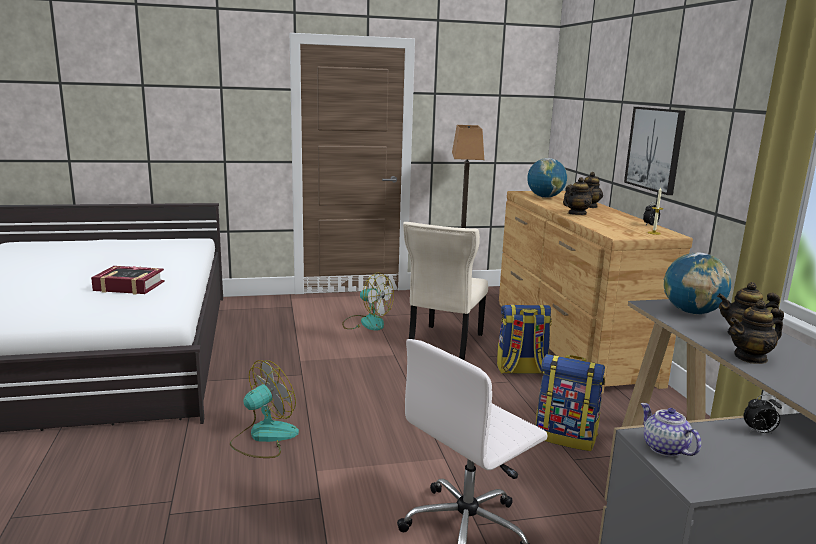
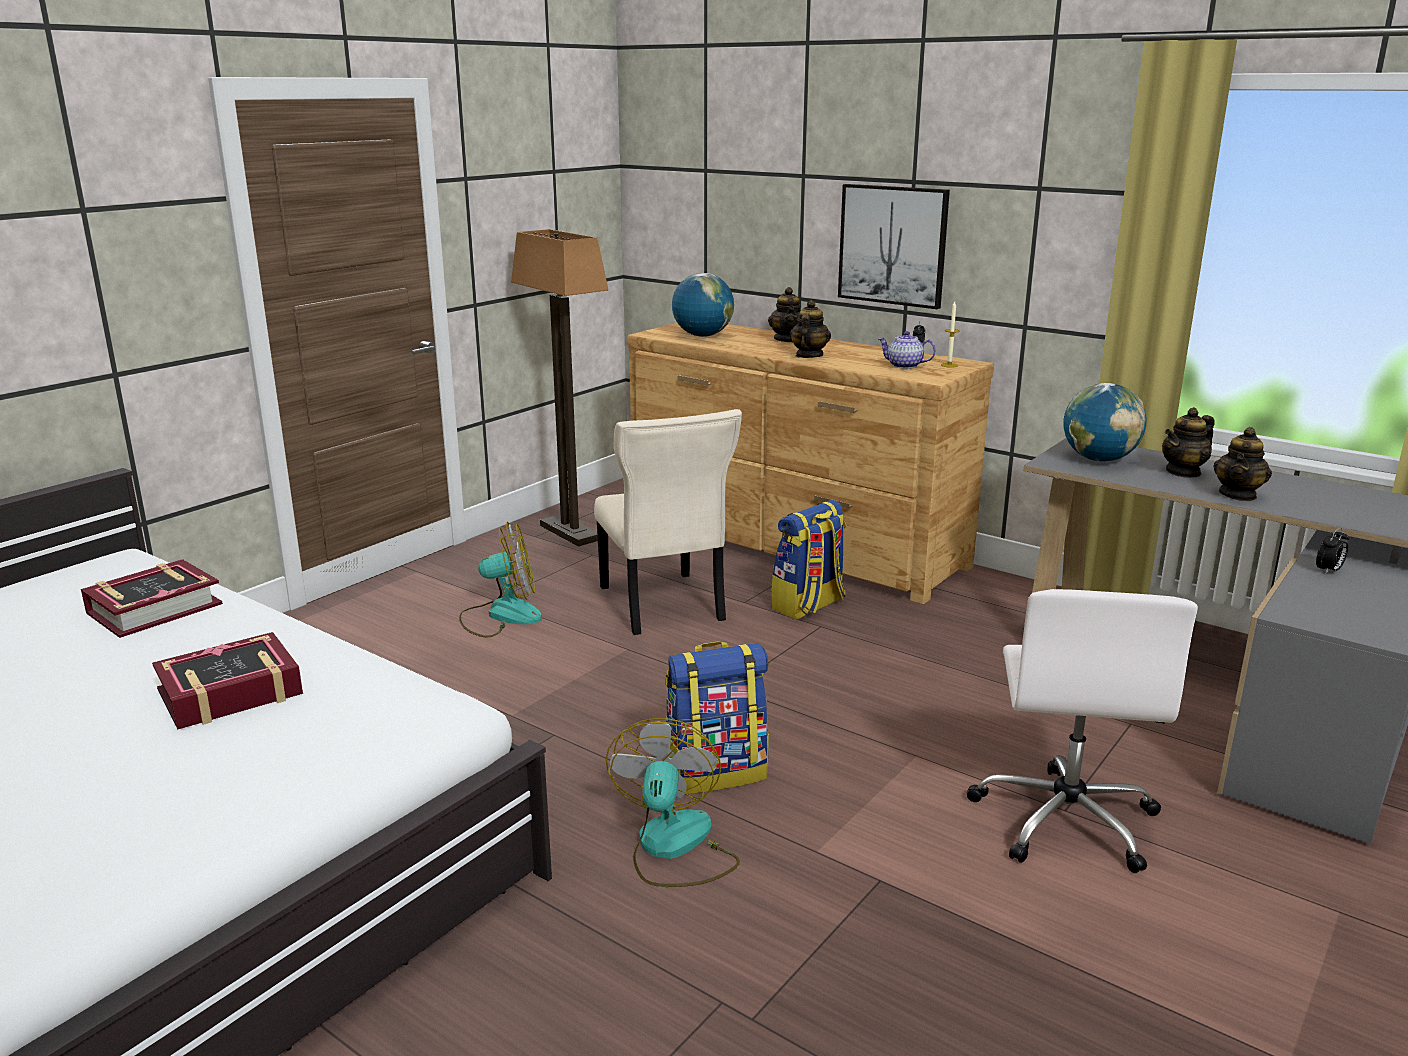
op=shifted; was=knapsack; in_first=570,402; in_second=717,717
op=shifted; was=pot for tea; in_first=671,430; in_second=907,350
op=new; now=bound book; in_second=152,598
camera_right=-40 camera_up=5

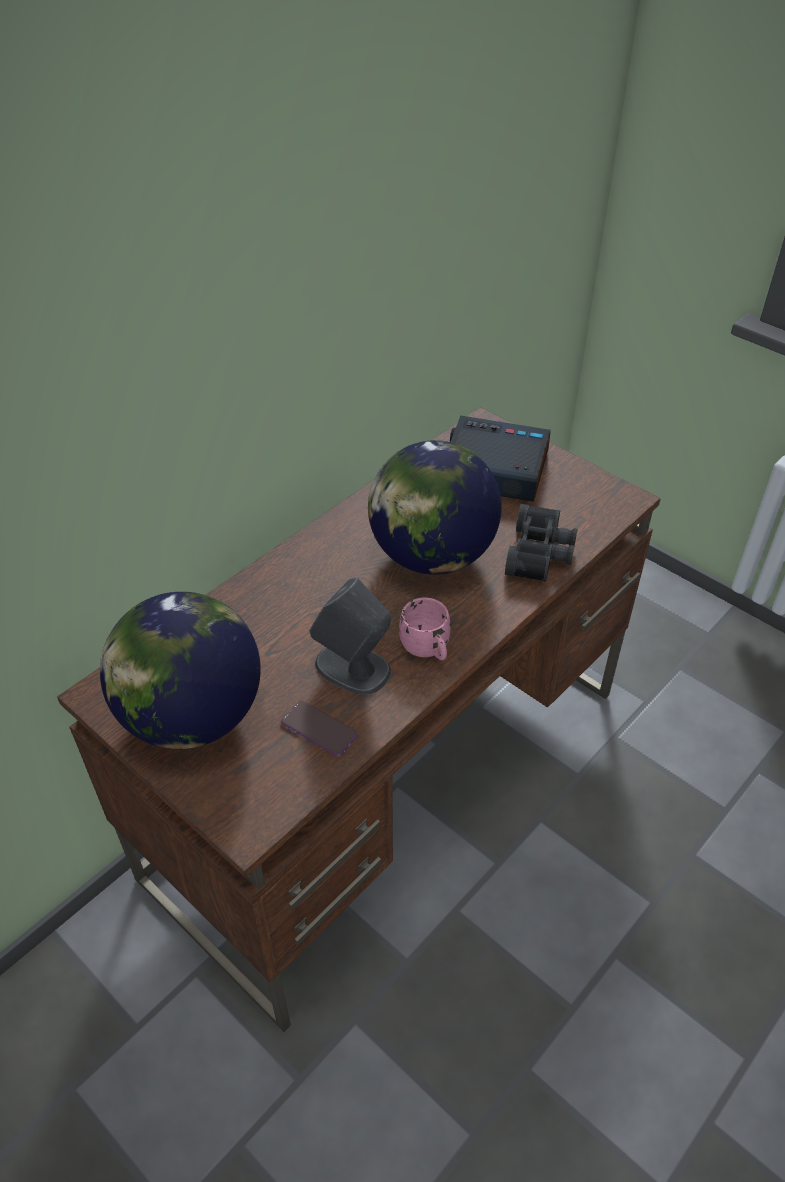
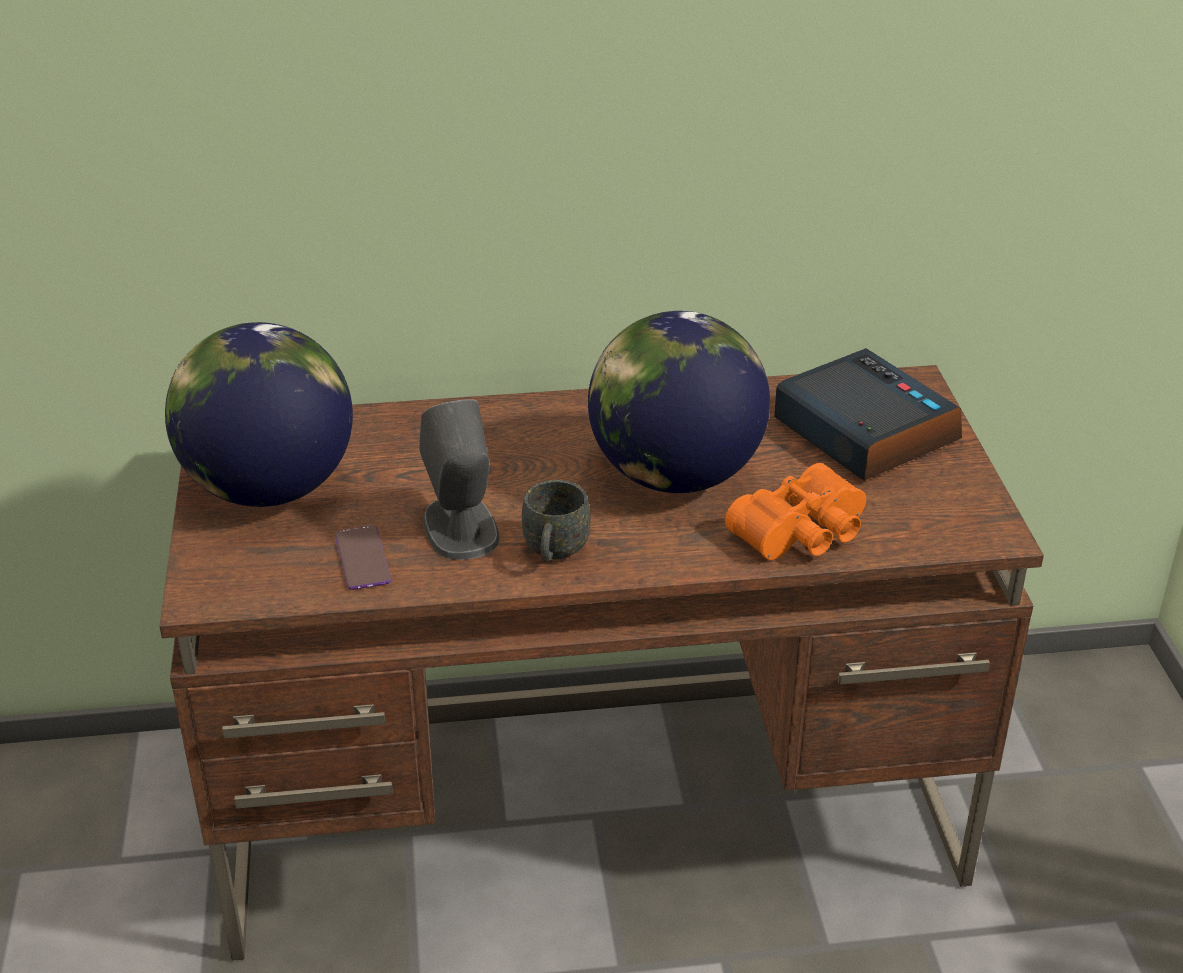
op=repainted; was=tea mug in pinkish; now=tea mug in grey; in_first=425,629; in_second=556,521
op=repainted; was=field glasses in black; now=field glasses in orange-coloured; in_first=541,543; in_second=795,511
camera_right=40 camera_up=-10

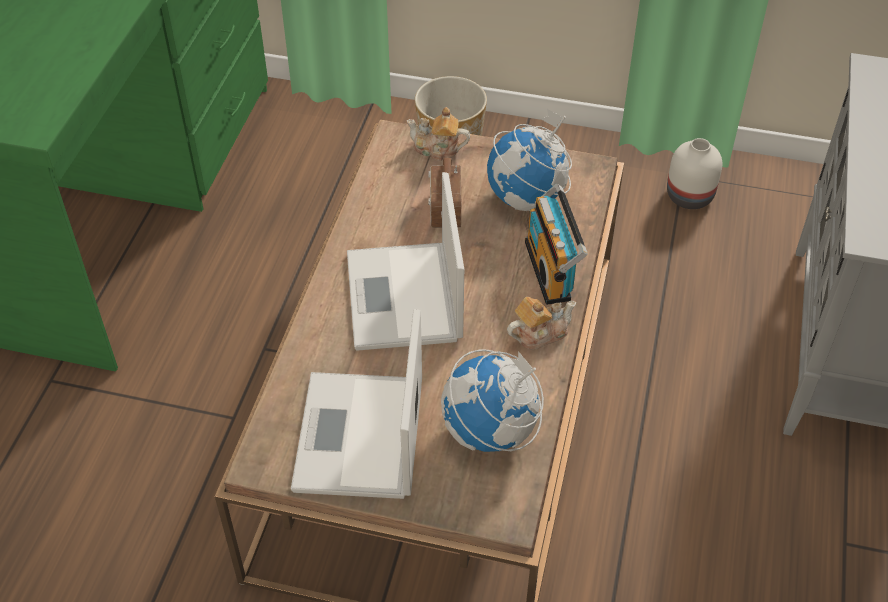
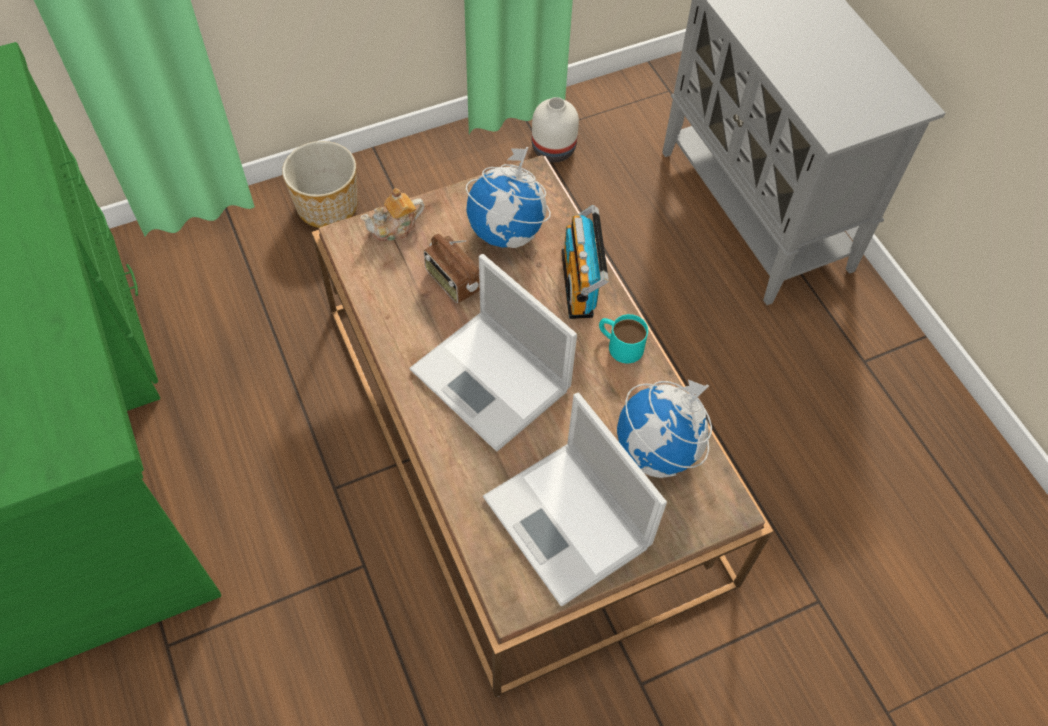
op=swapped; was=pot for tea; now=tea mug in turquoise; in_first=541,323; in_second=623,338
op=rotated; was=radio set; in_first=556,244; in_second=585,262; clockwise=45
camera_right=-40 camera_up=10

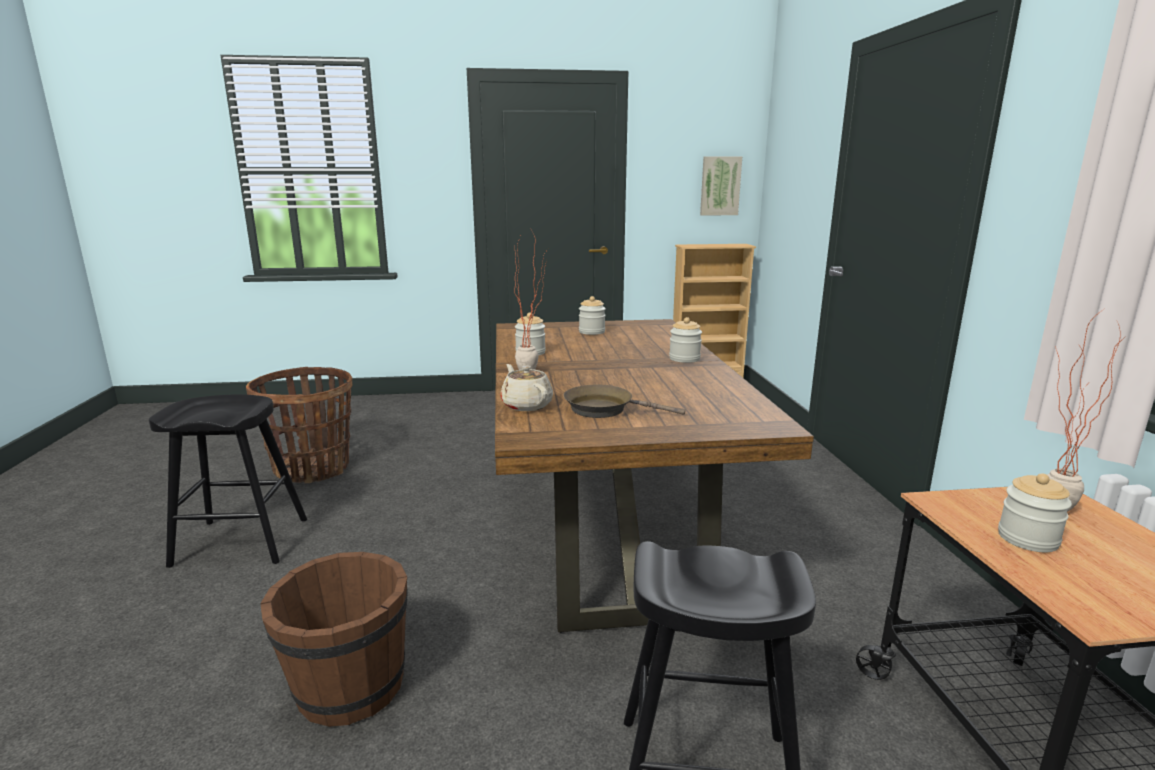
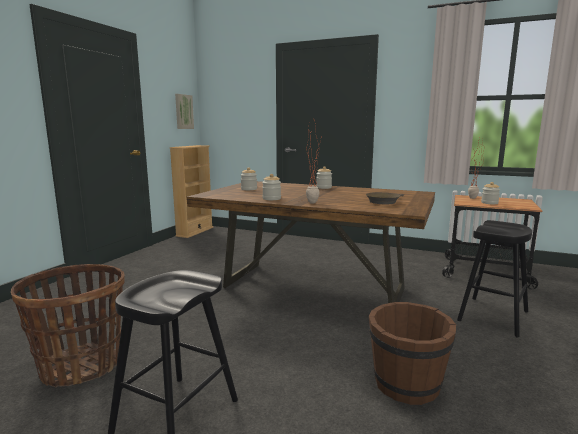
op=gone; was=pot for tea in beige-coloured; in_first=526,387
camera_right=-60 camera_up=-5

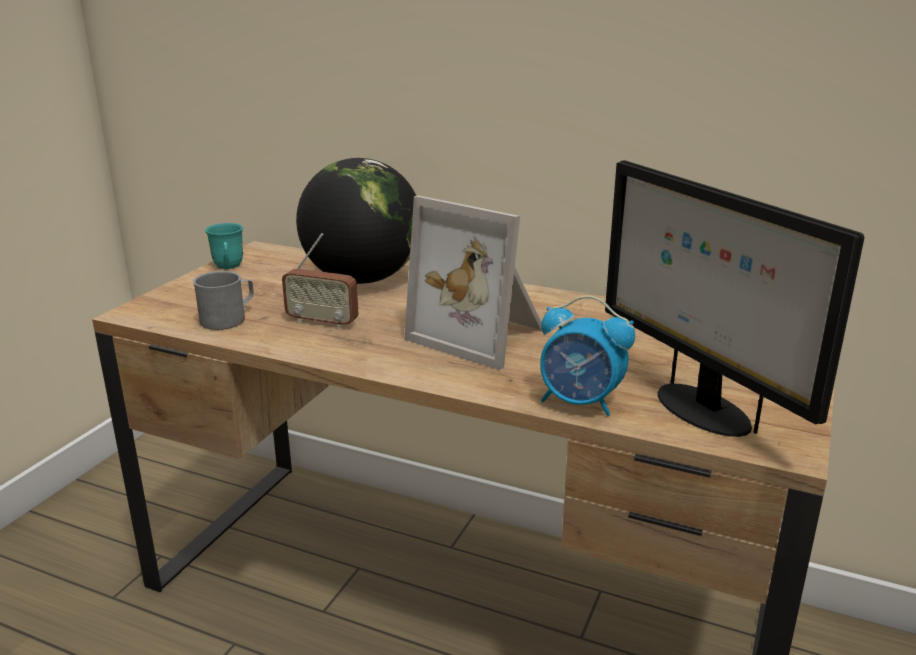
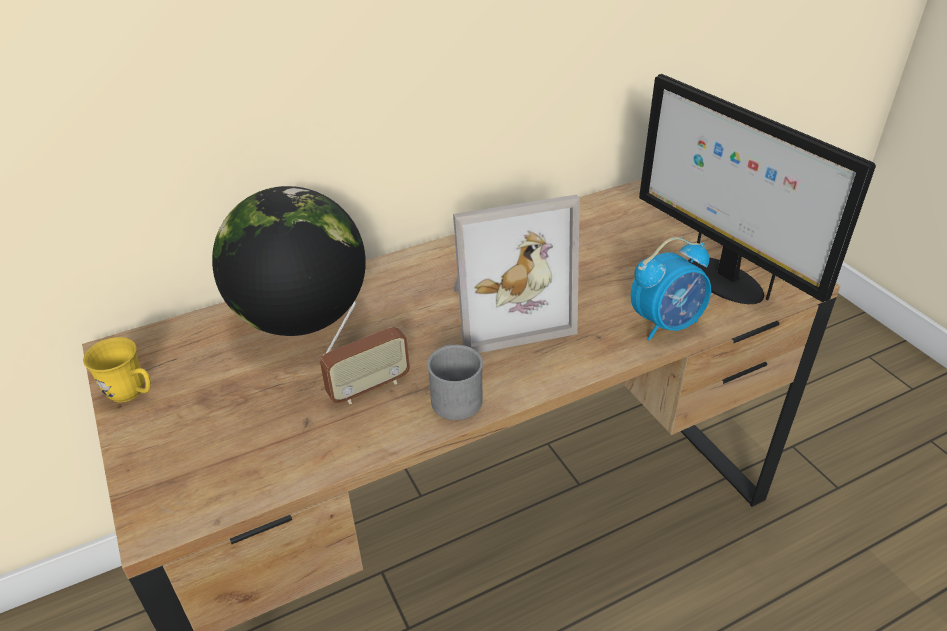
op=shifted; was=tea mug in grey; in_first=223,300; in_second=455,382
op=repainted; was=tea mug in turquoise; now=tea mug in yellowish; in_first=224,246; in_second=117,369
op=rotated; was=computer screen; in_first=734,298; in_second=757,189; clockwise=45
camera_right=-50 camera_up=15

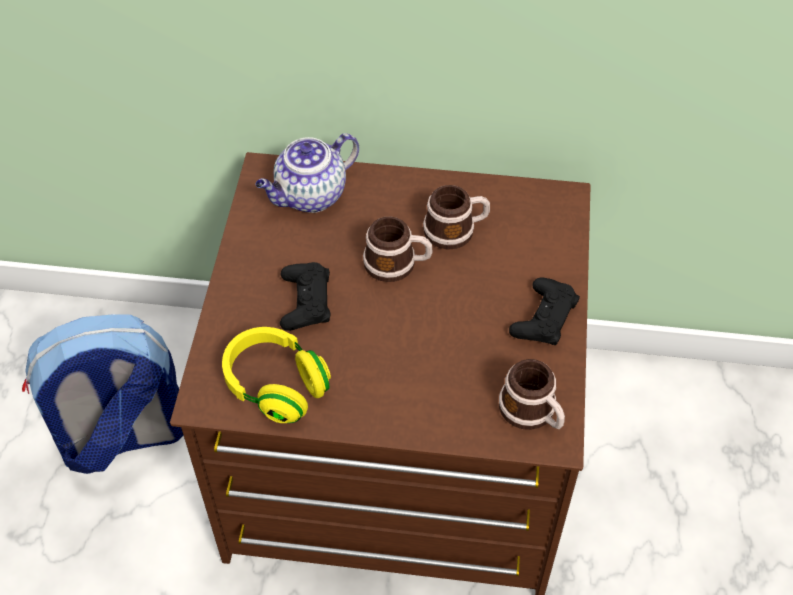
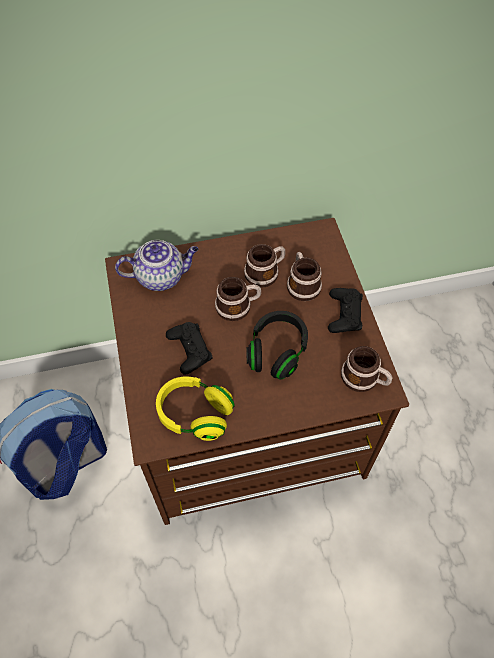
op=rotated; was=pot for tea; in_first=307,173; in_second=157,265; clockwise=-135
op=new; now=headphones in black; in_second=277,345
op=new; now=tea mug; in_second=304,276
camera_right=-20 camera_up=5

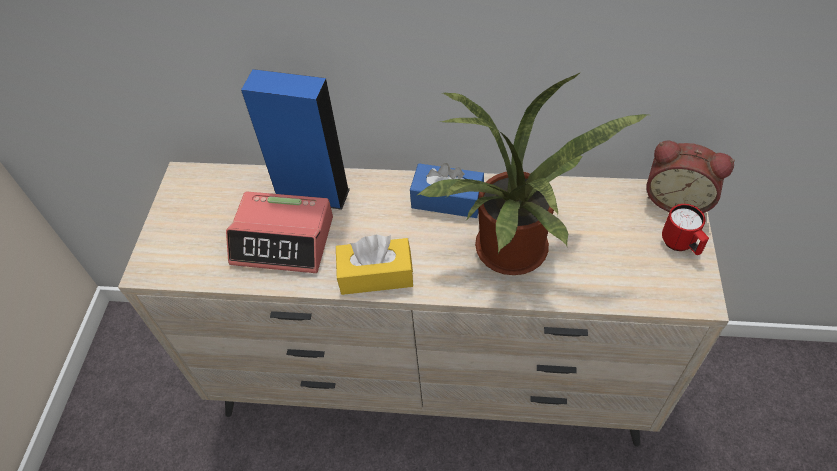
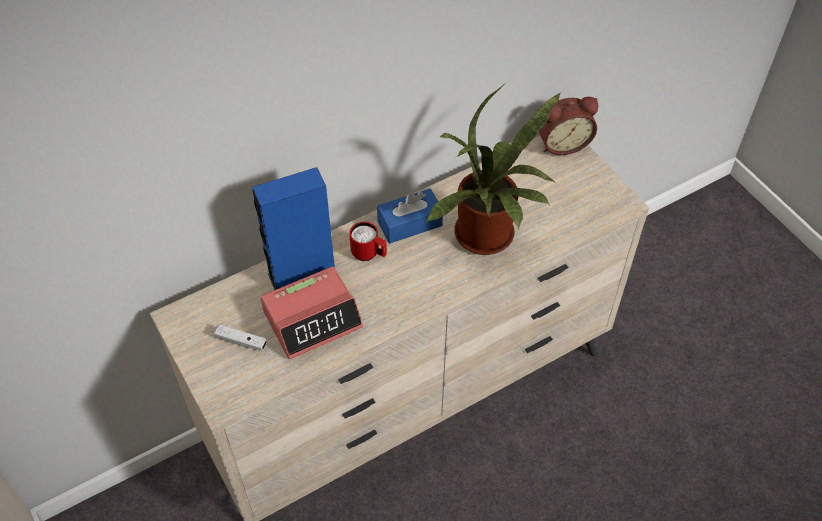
op=gone; was=box of tissues in yellowish; in_first=374,265
op=shifted; was=tea mug in red-coloured; in_first=685,229; in_second=368,241
op=new; now=gamepad in whitish; in_second=240,337
camera_right=-40 camera_up=0

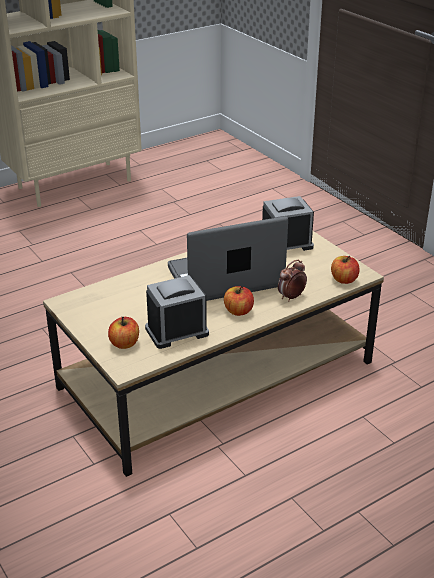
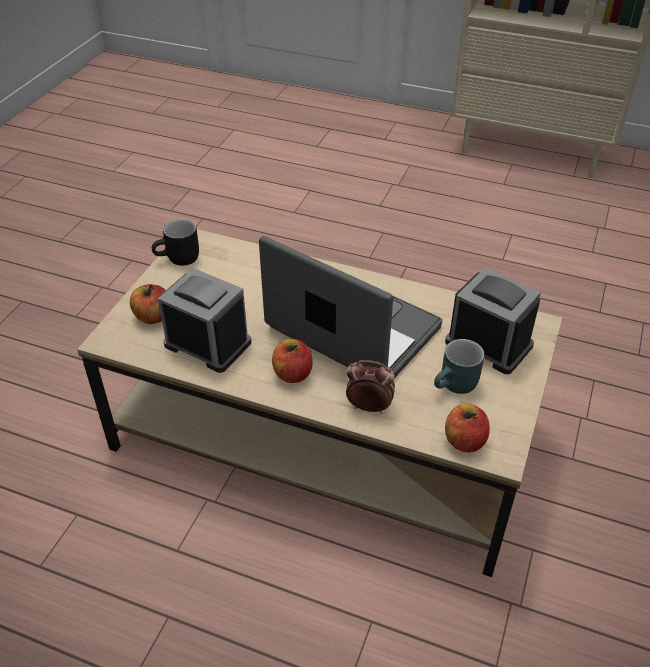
op=new; now=tea mug in black; in_second=175,242
op=new; now=tea mug in turquoise; in_second=459,366
camera_right=55 camera_up=10

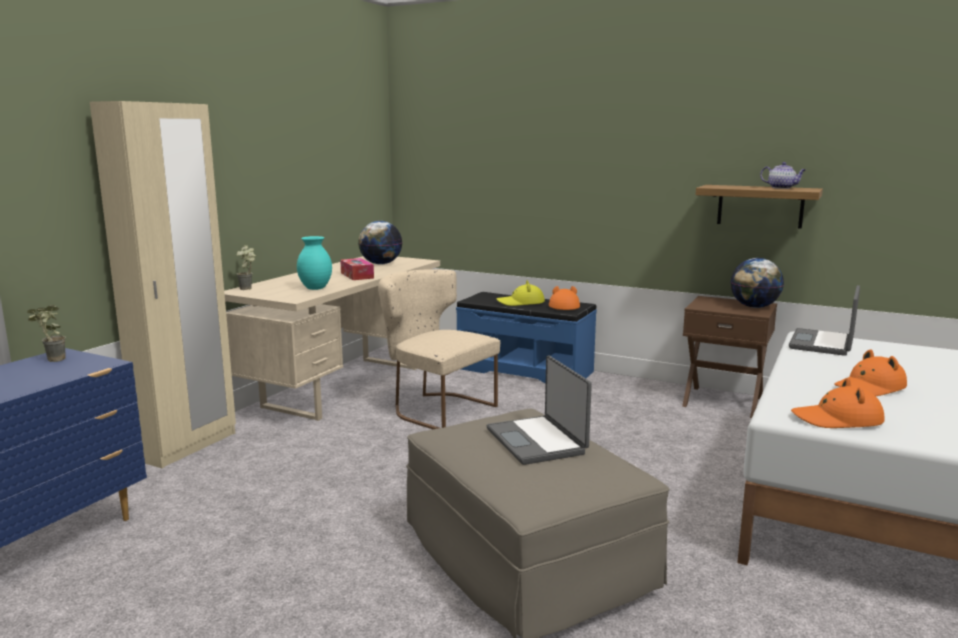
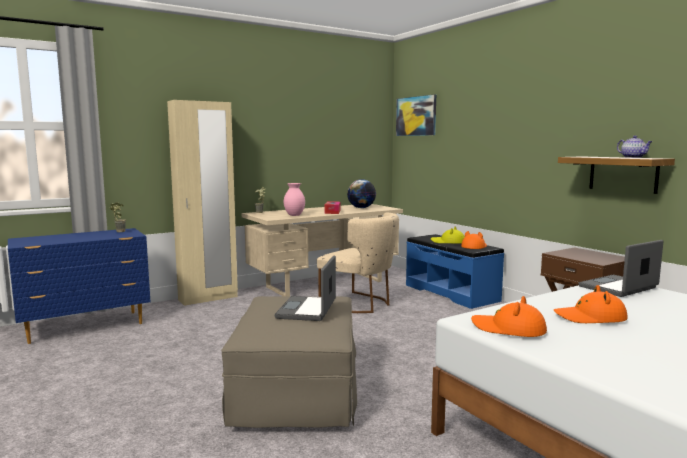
op=repainted; was=flower vase in turquoise; now=flower vase in pinkish; in_first=314,263; in_second=294,199
op=rotated; was=plain chair in beige-coloured; in_first=439,349; in_second=358,262; clockwise=150
op=gone; was=globe; in_first=757,283
op=new; now=picture; in_second=416,115
camera_right=30 camera_up=-5

